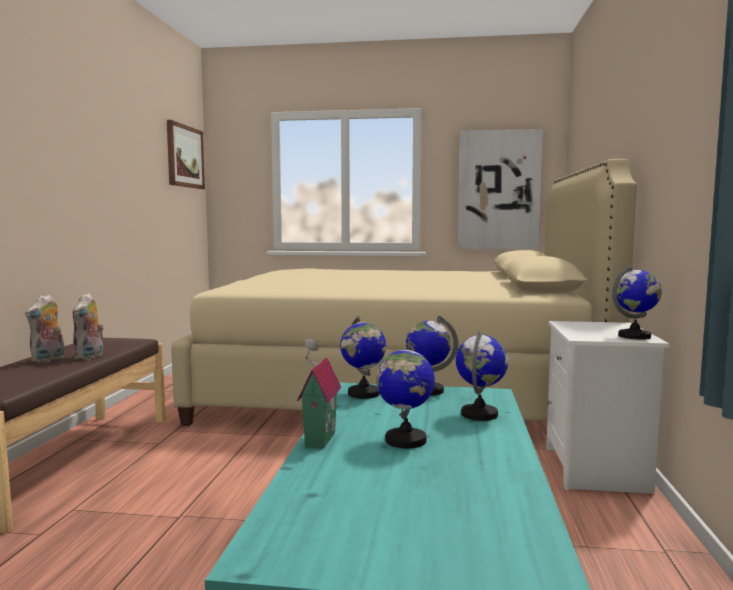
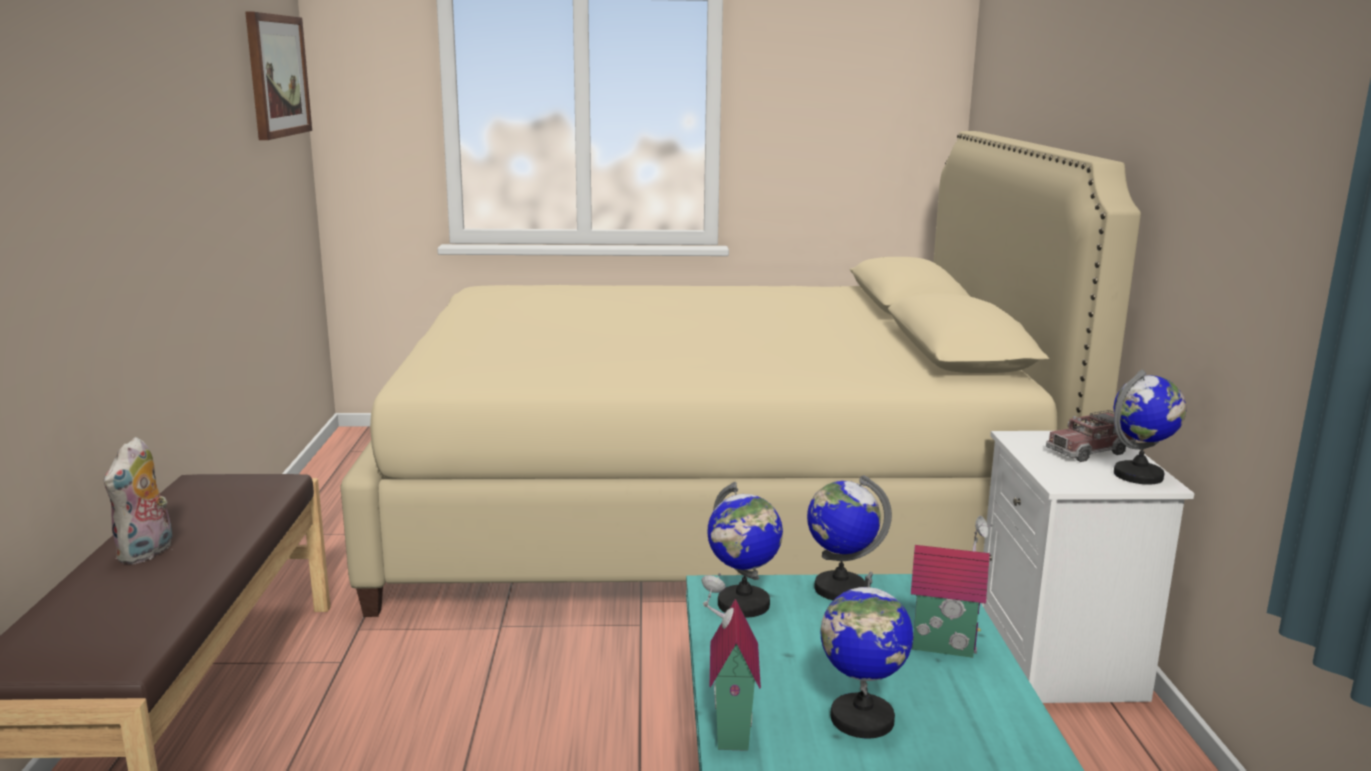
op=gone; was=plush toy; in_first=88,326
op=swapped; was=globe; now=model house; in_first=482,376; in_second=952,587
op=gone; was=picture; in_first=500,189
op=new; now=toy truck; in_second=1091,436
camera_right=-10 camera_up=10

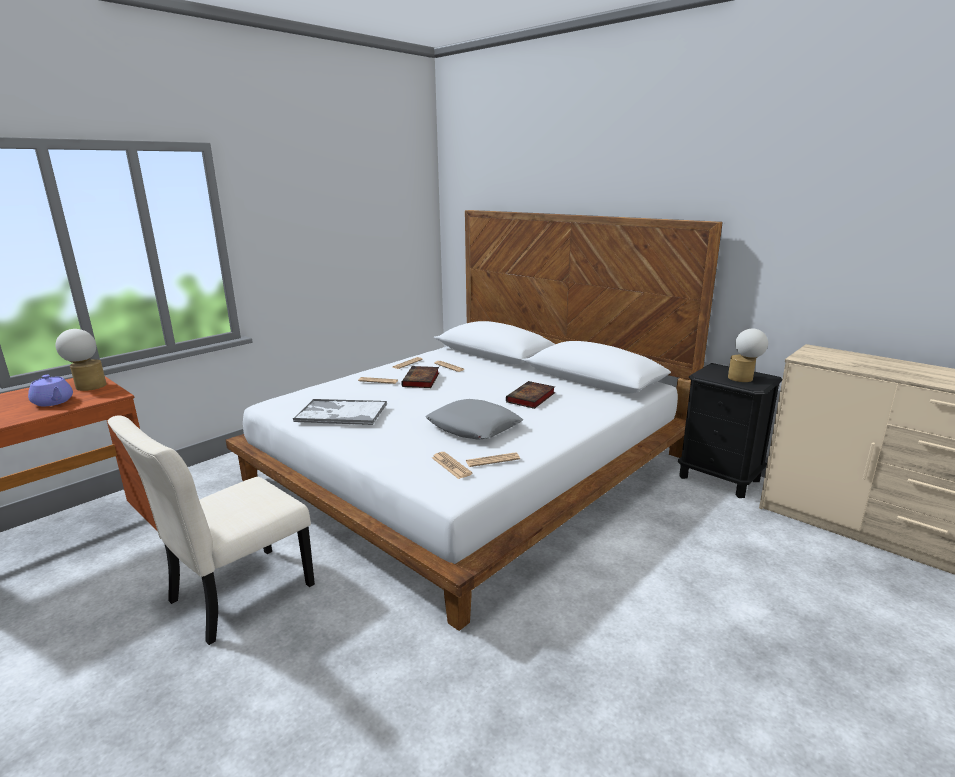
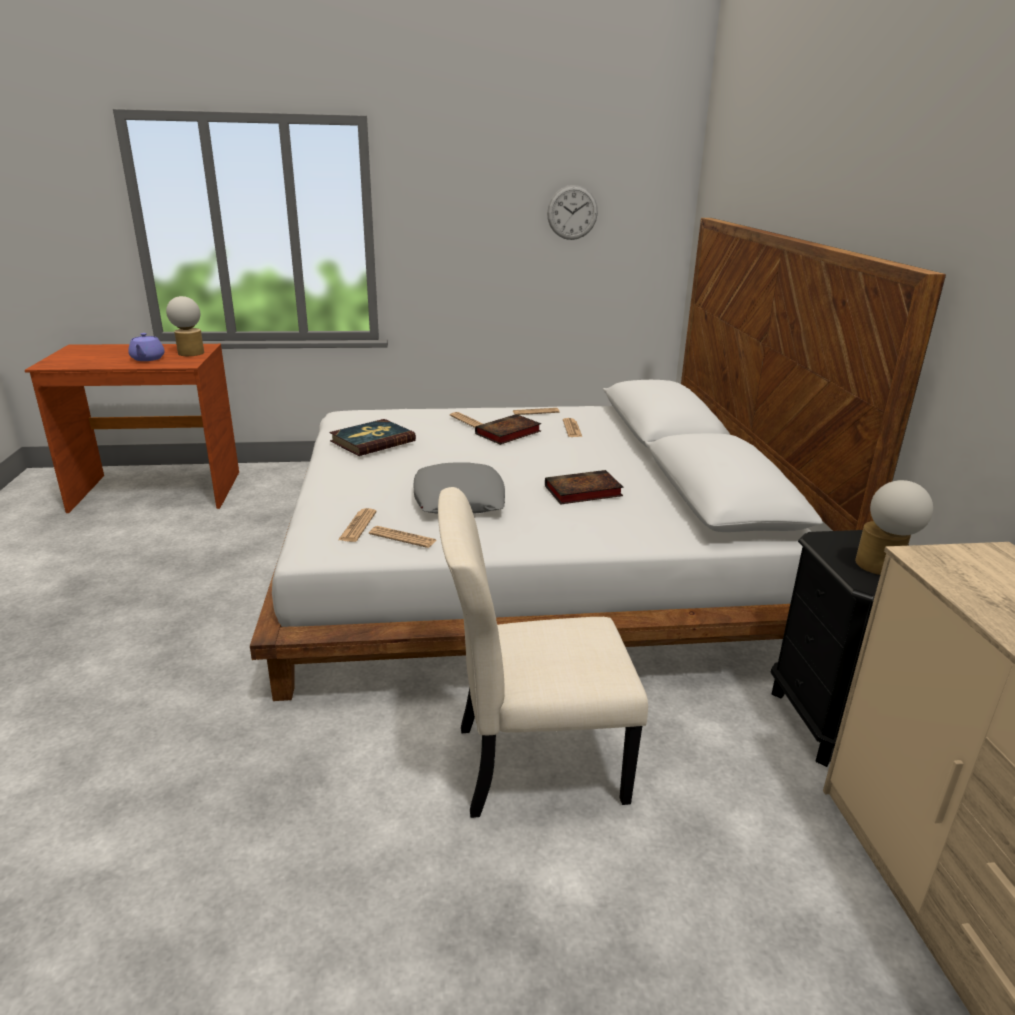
op=shifted; was=plain chair in beige-coloured; in_first=211,530; in_second=543,652
op=swapped; was=serving tray; now=bound book; in_first=340,412; in_second=372,437
op=new; now=wall clock; in_second=572,212
camera_right=40 camera_up=5

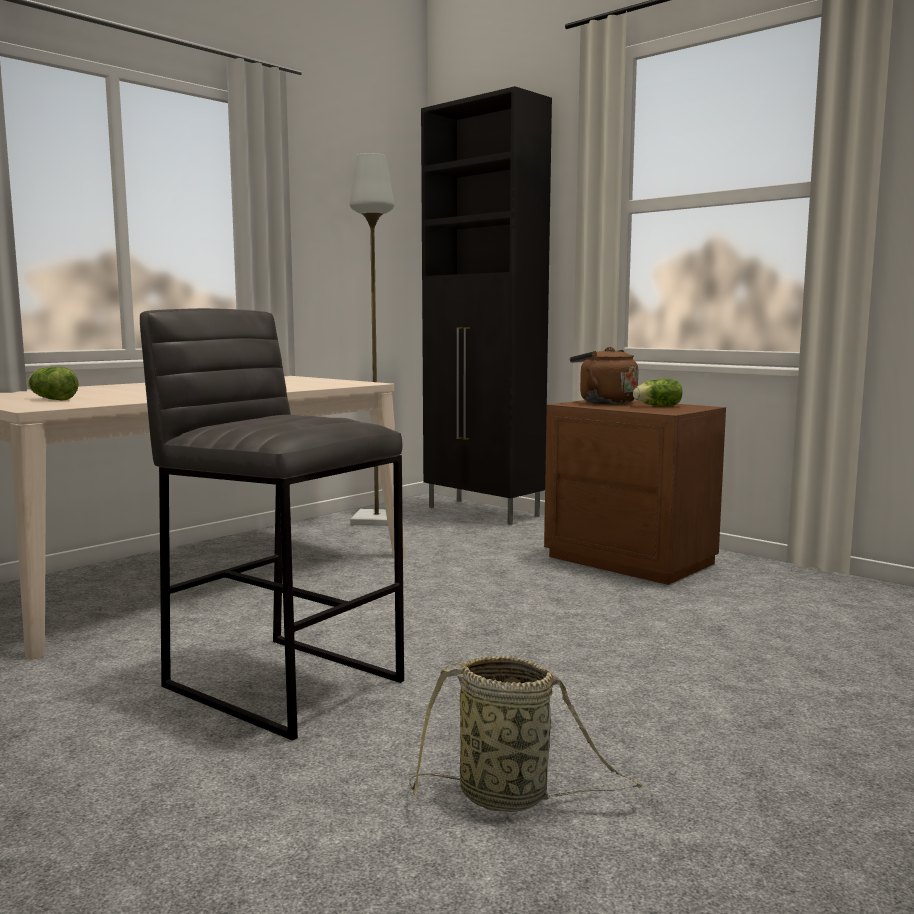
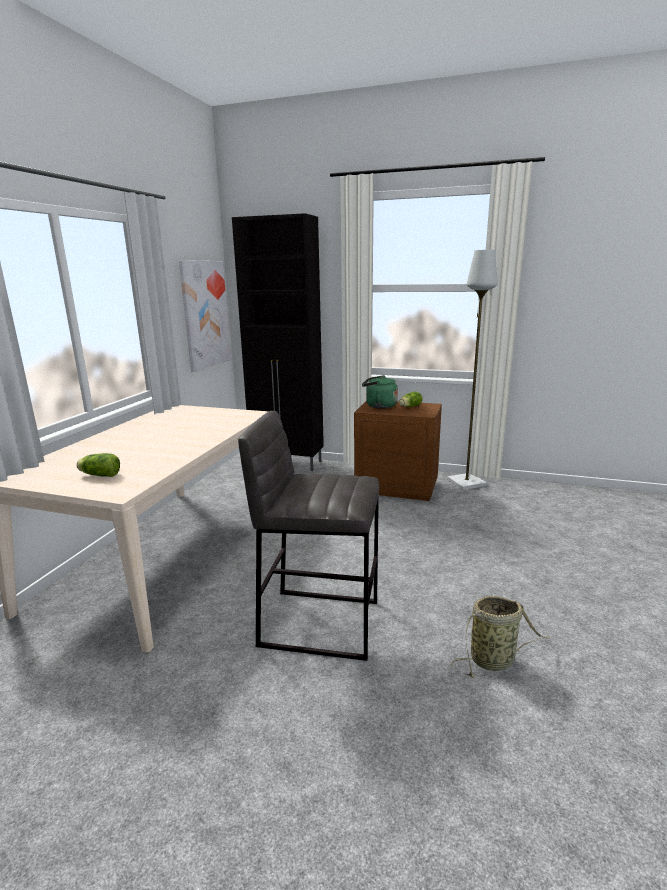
op=shifted; was=standard lamp in grey; in_first=372,339; in_second=472,370
op=repainted; was=water kettle in brown; now=water kettle in greenish; in_first=604,375; in_second=380,392
op=new; now=picture; in_second=205,316
camera_right=-25 camera_up=10

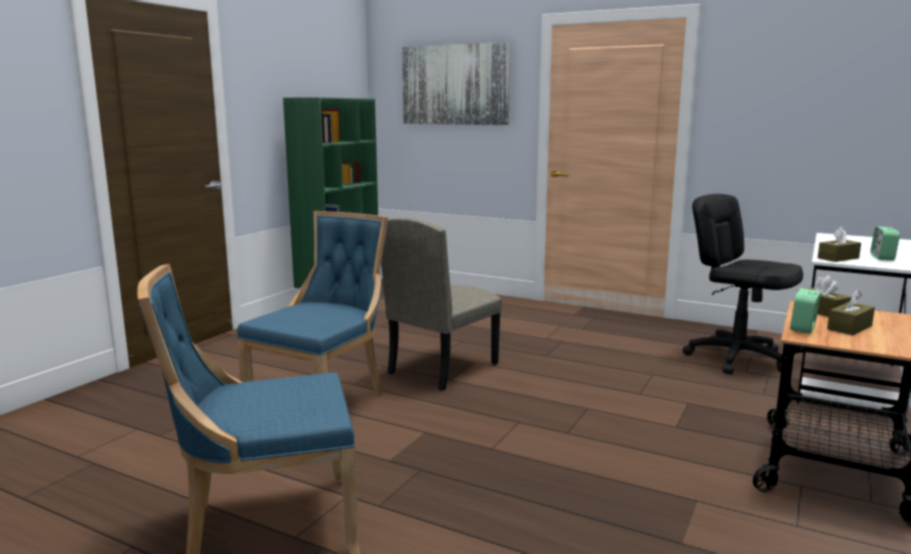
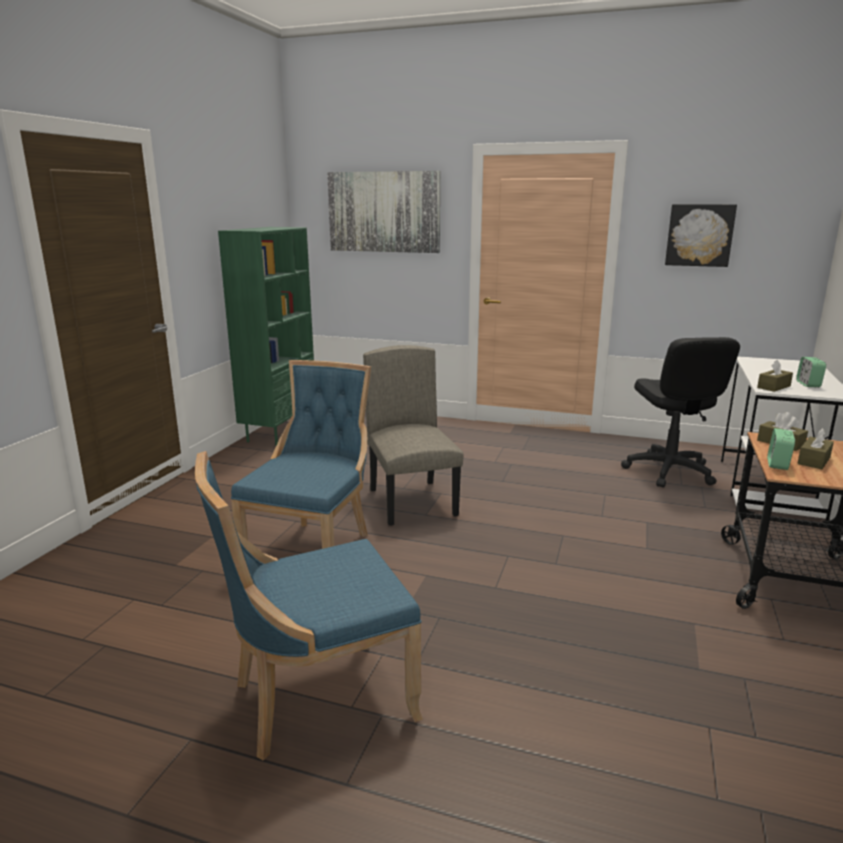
op=rotated; was=plain chair in beige-coloured; in_first=441,304; in_second=413,435; clockwise=135
op=rotated; was=computer chair in black; in_first=742,284; in_second=680,412; clockwise=-135
op=new; now=picture; in_second=701,235
camera_right=-10 camera_up=5

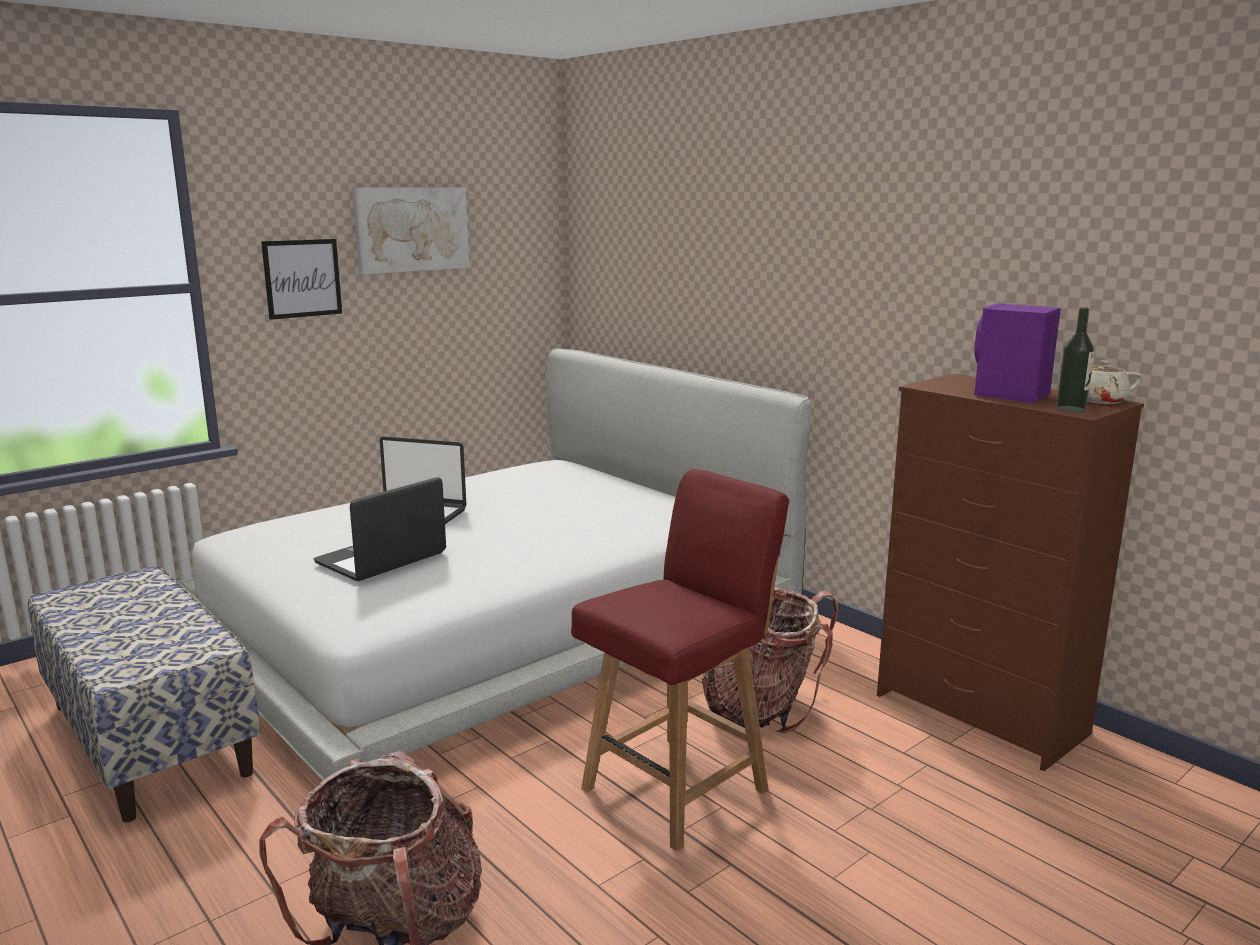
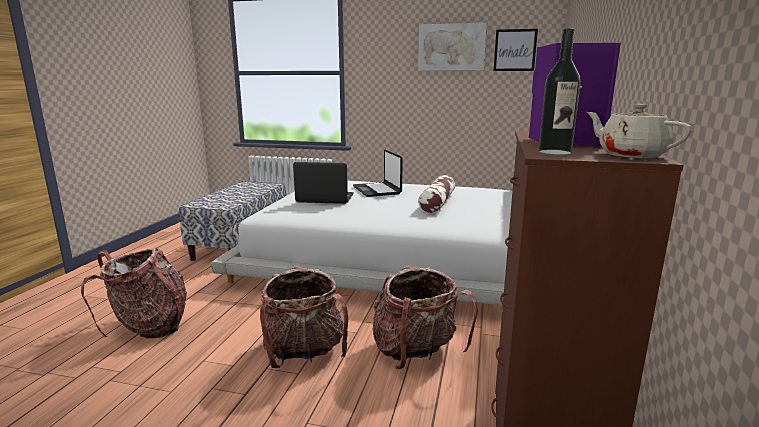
op=shifted; was=picture; in_first=301,279; in_second=516,50
op=swapped; was=plain chair in red-coloured; now=knapsack; in_first=680,660; in_second=304,316
op=new; now=throw pillow; in_second=436,194
camera_right=55 camera_up=0

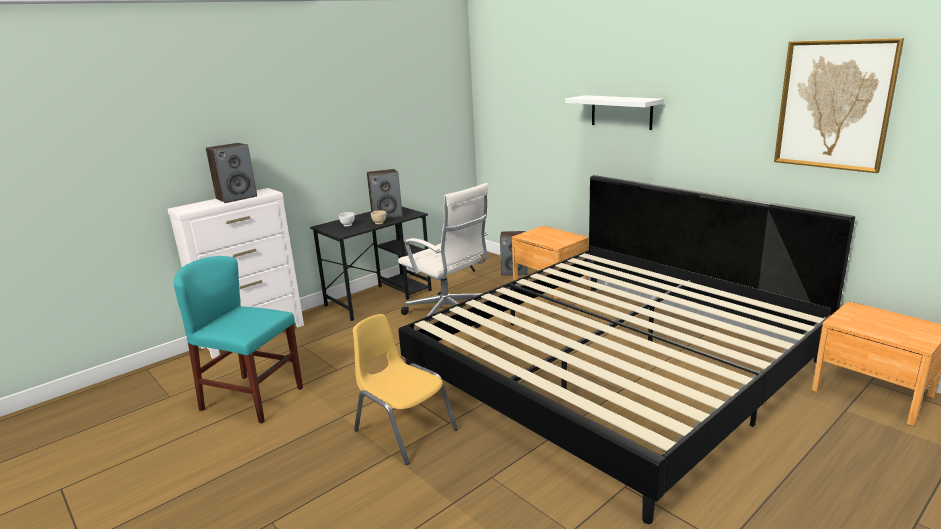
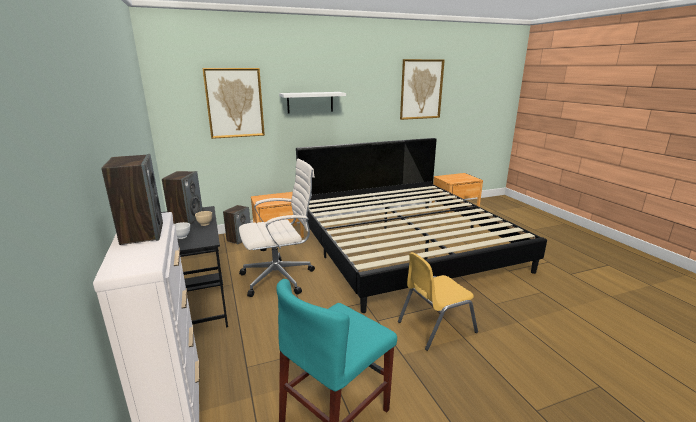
op=new; now=picture; in_second=233,103
camera_right=-70 camera_up=0

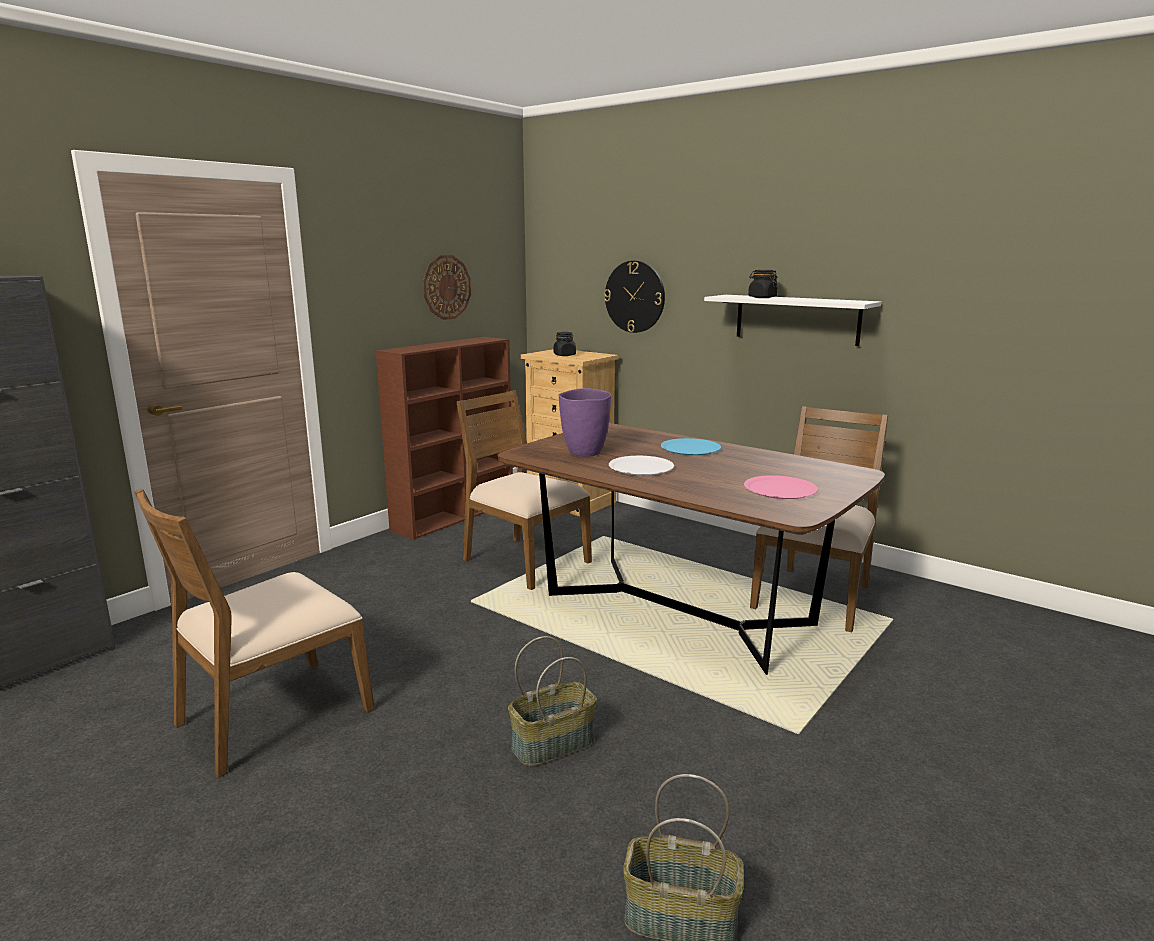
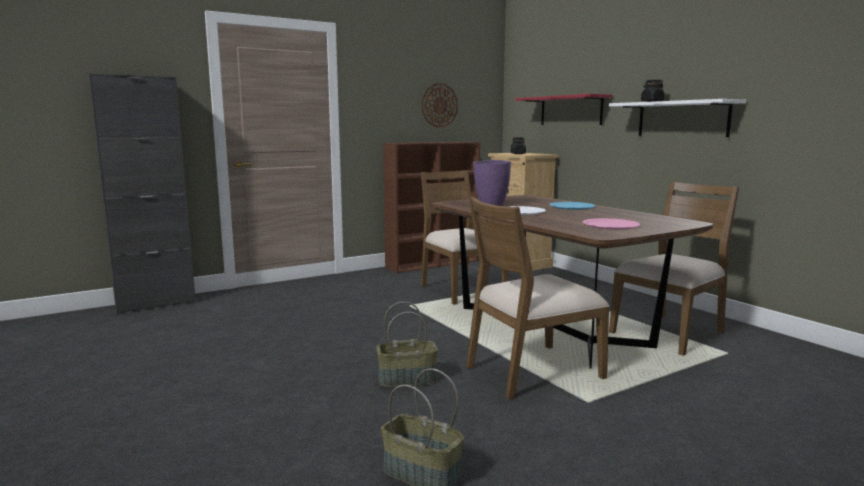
op=shifted; was=plain chair in brown; in_first=254,633; in_second=538,298
op=swapped; was=wall clock; now=wall shelf in red-coloured; in_first=634,297; in_second=563,109
camera_right=20 camera_up=-5

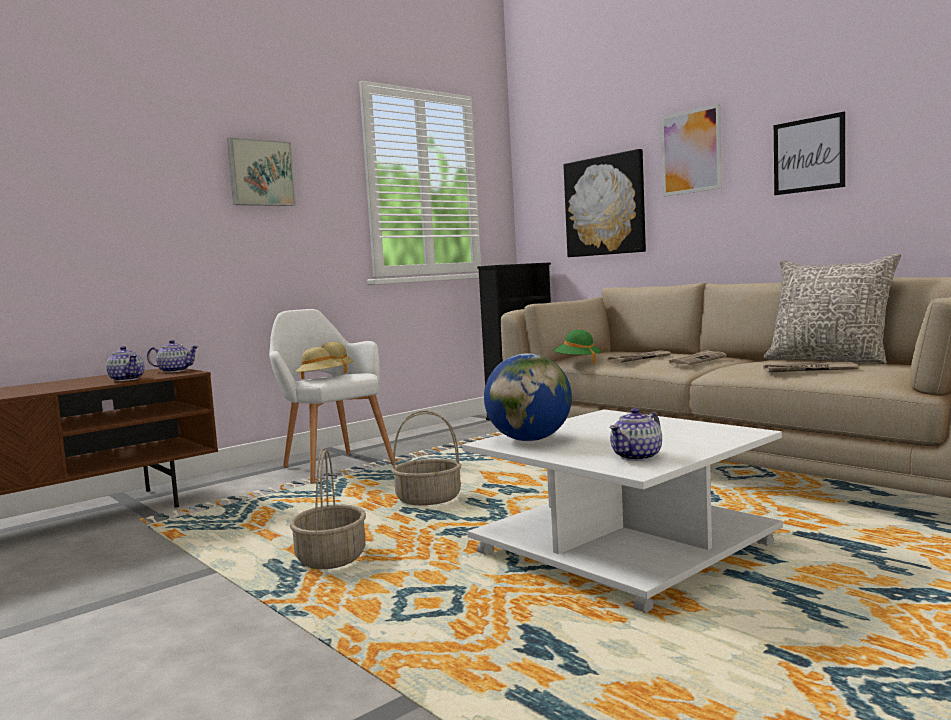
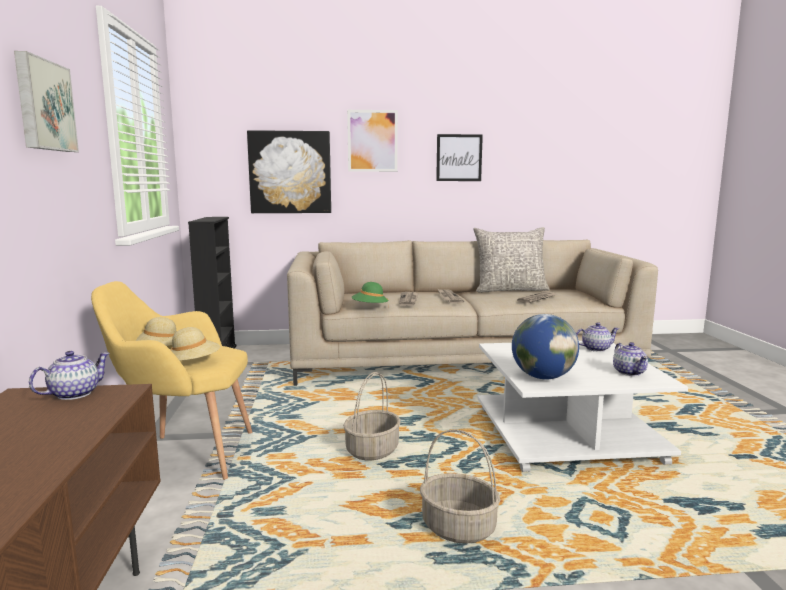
op=shifted; was=pot for tea; in_first=125,363; in_second=597,337
op=repainted; was=easy chair in whitish; now=easy chair in yellowish; in_first=332,396; in_second=171,380
camera_right=-55 camera_up=5

